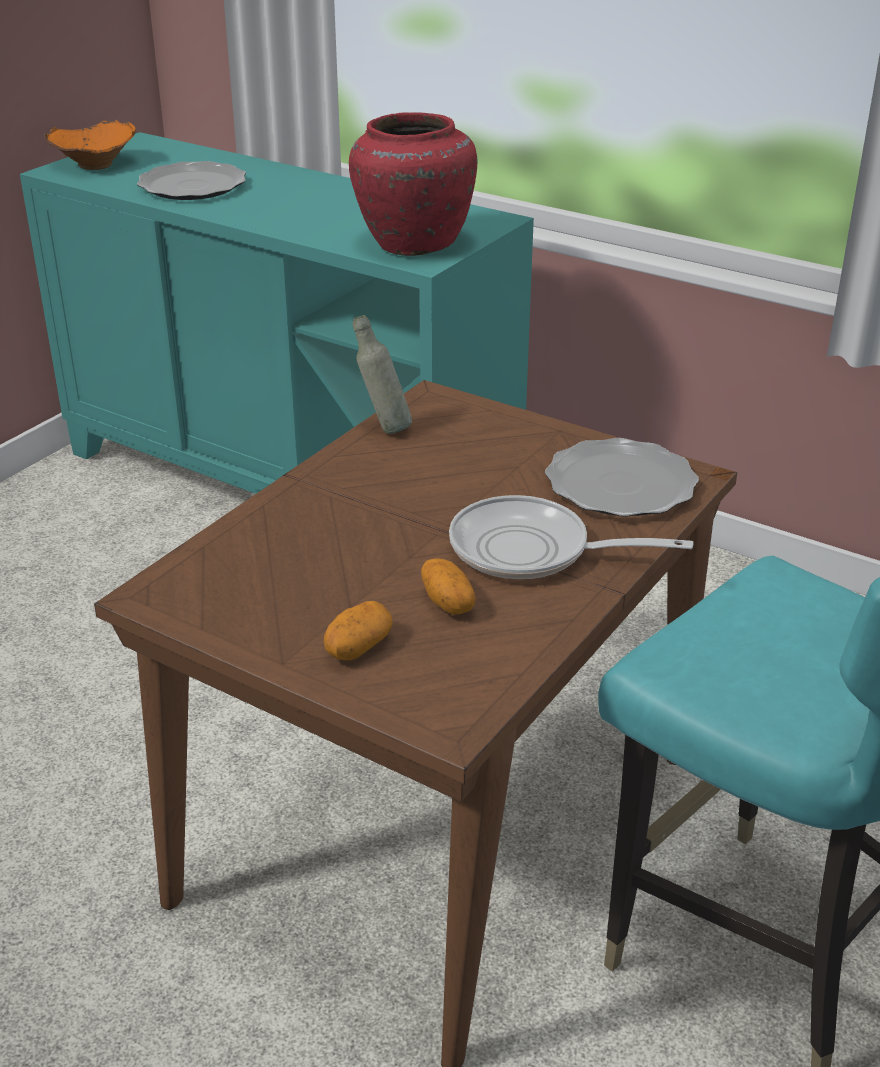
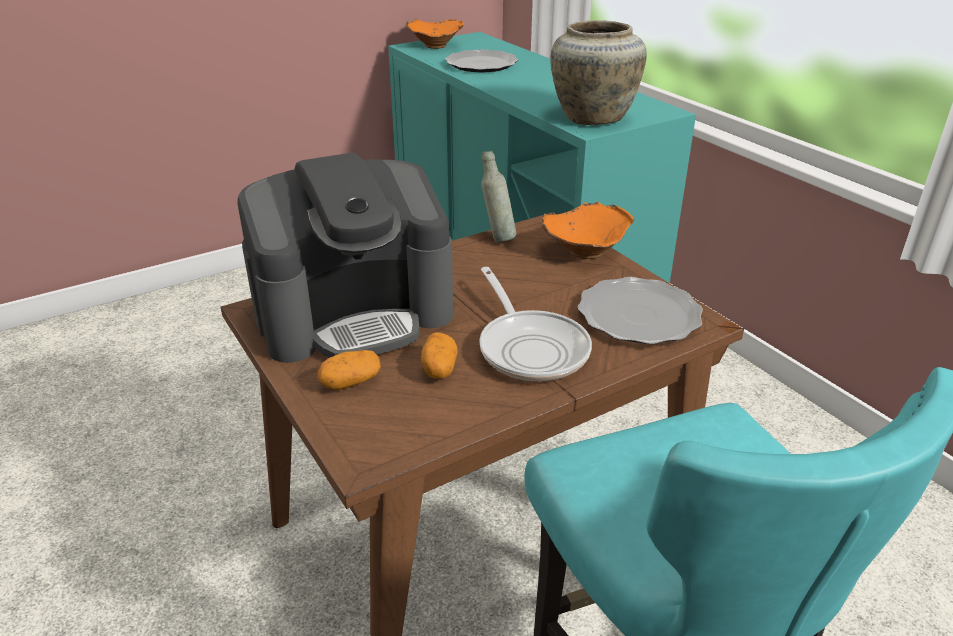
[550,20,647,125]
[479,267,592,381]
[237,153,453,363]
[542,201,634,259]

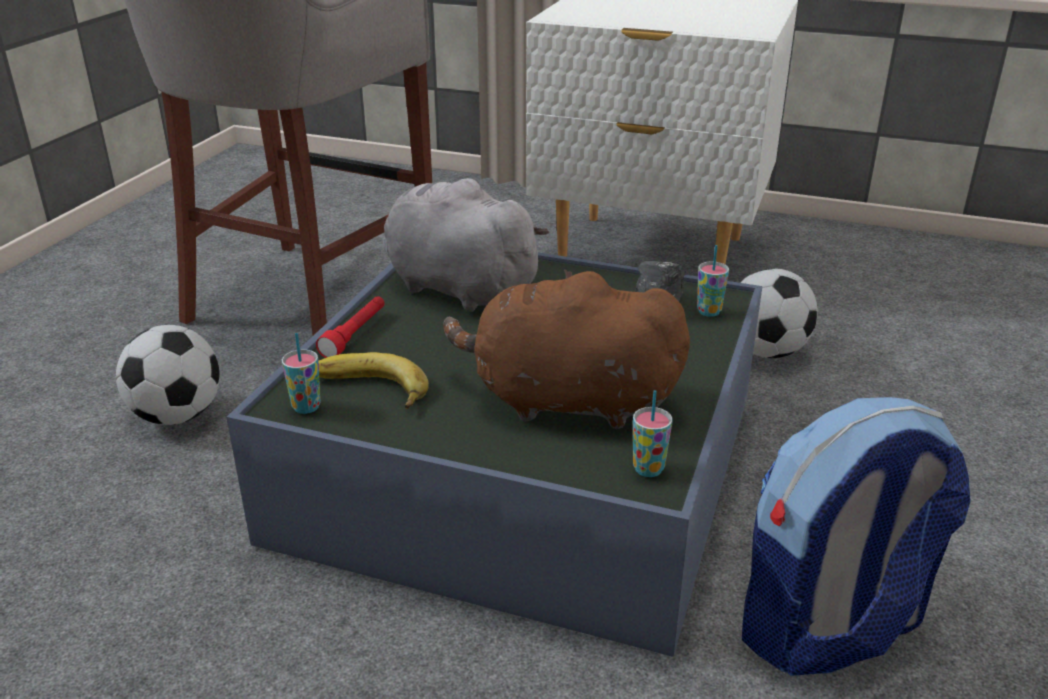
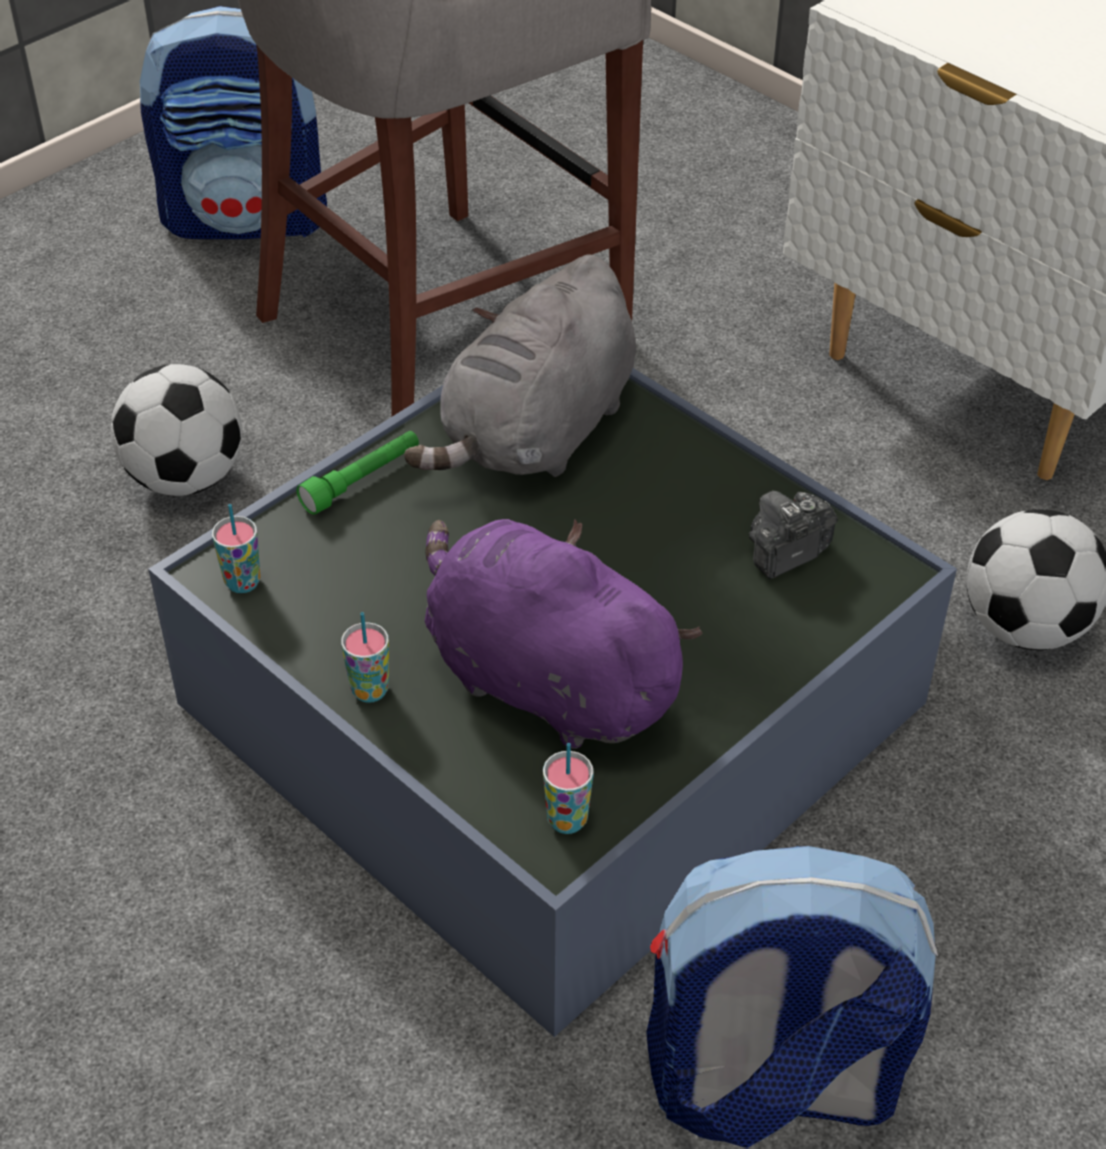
[296,431,419,515]
[319,352,429,409] (first image)
[404,254,636,477]
[425,519,703,749]
[341,612,389,703]
[140,6,327,239]

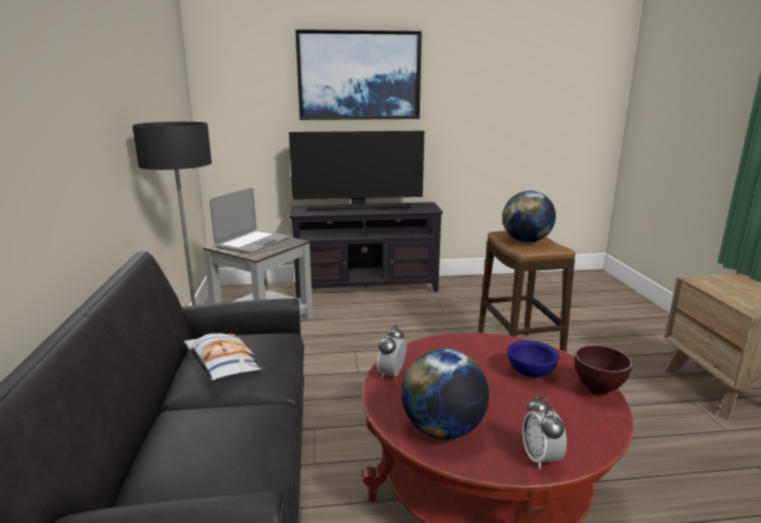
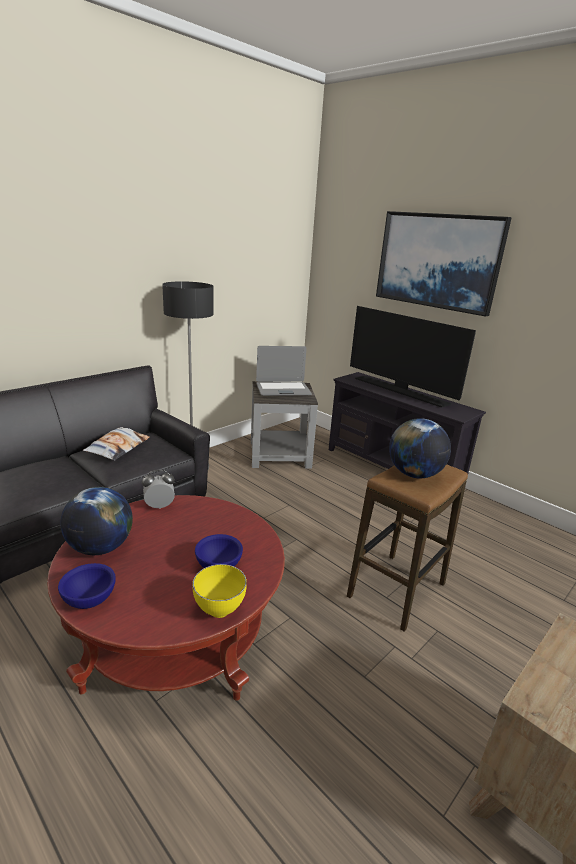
[58,563,116,609]
[192,564,247,618]

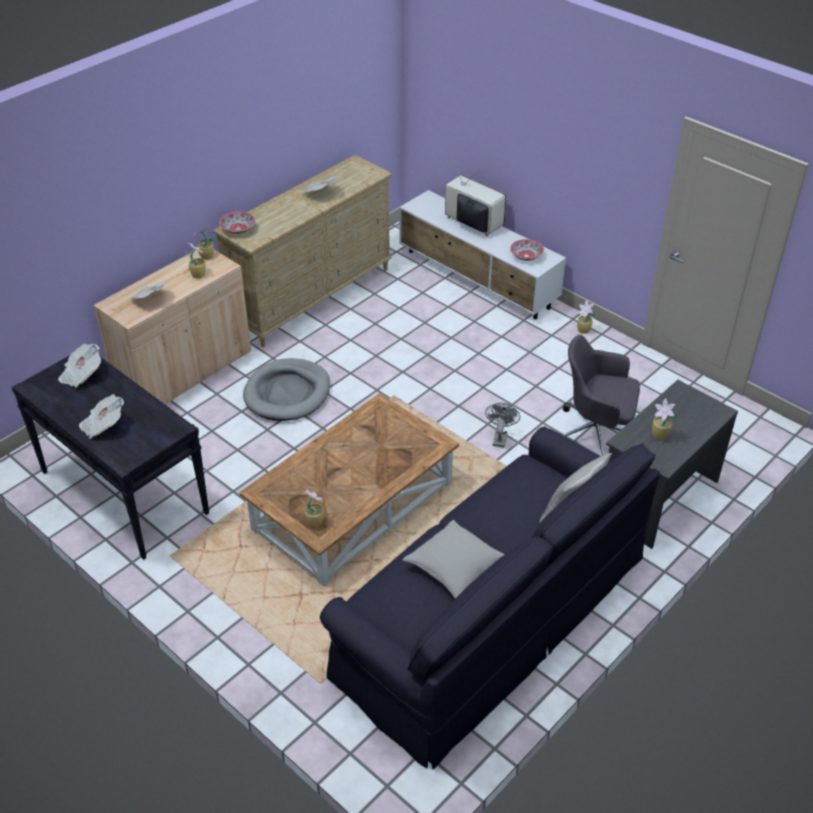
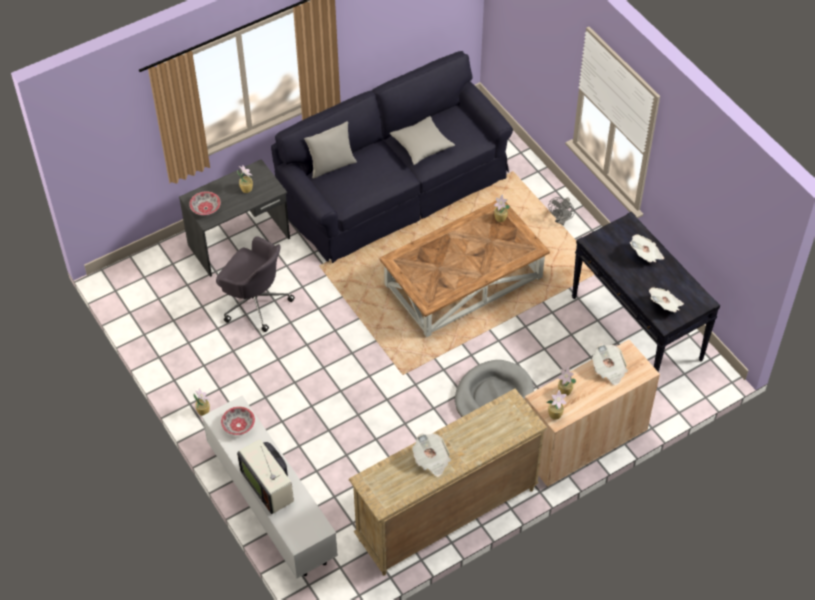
[189,191,221,215]
[549,197,575,225]

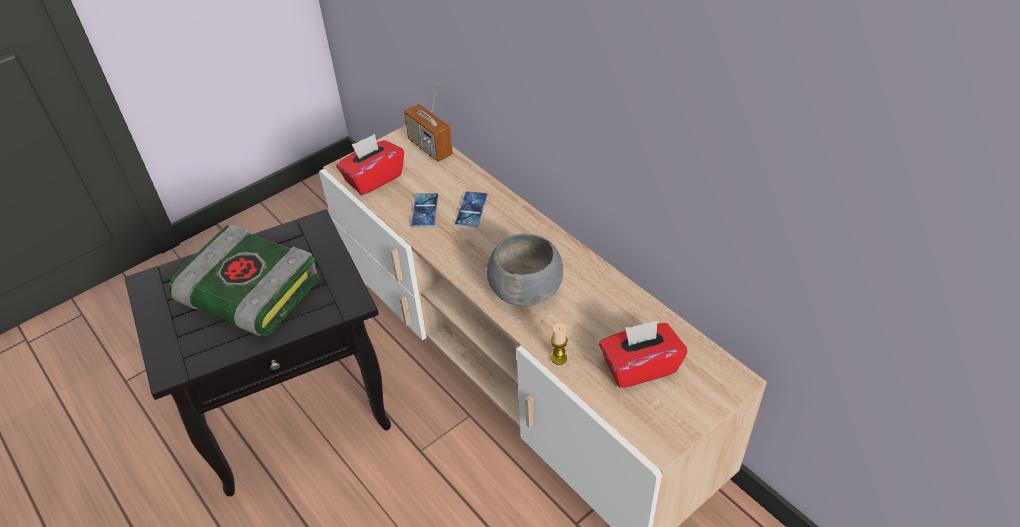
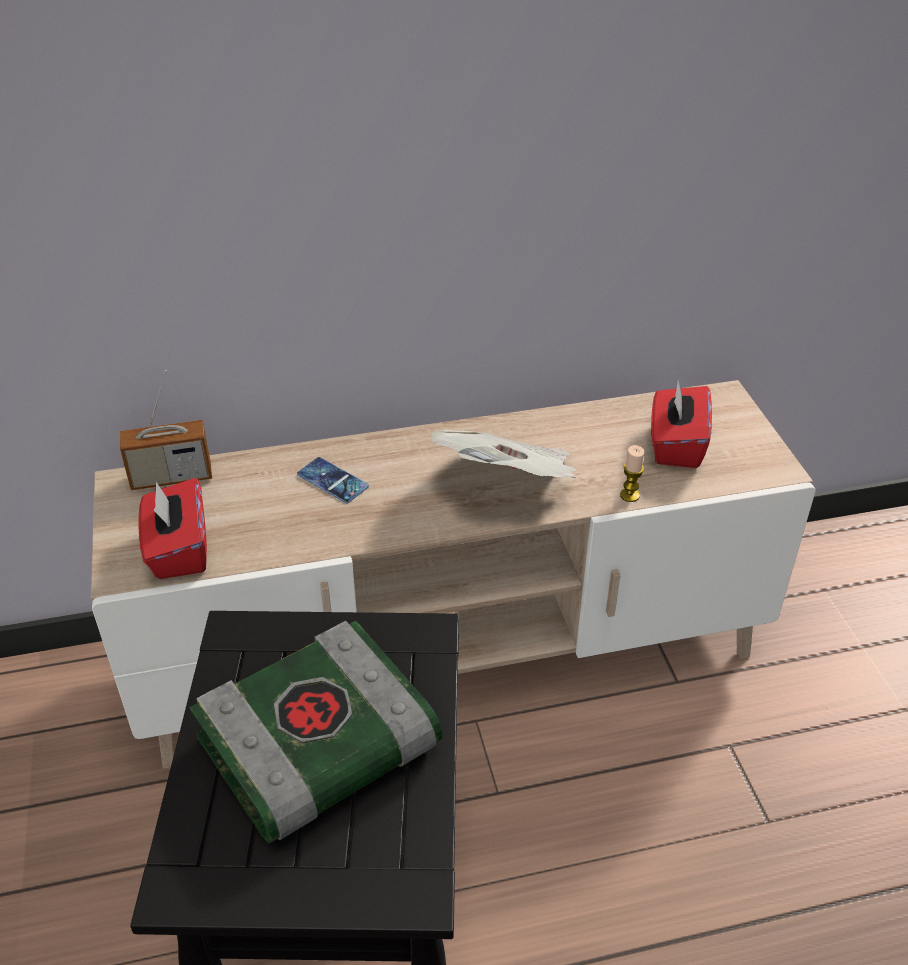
[411,193,439,227] (first image)
[431,430,577,479]

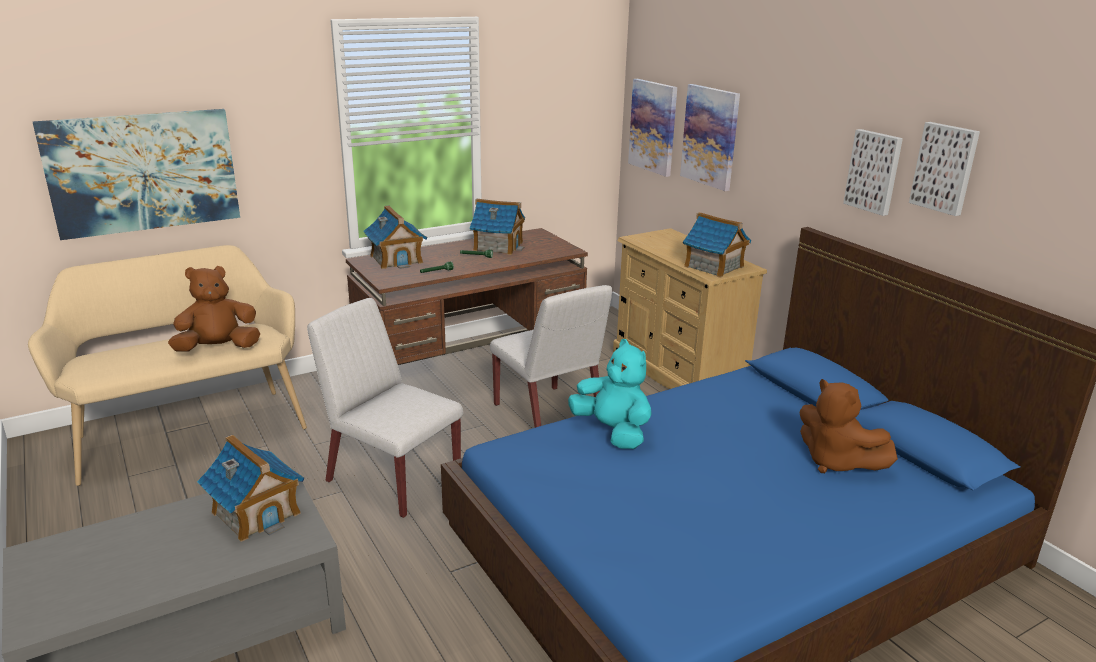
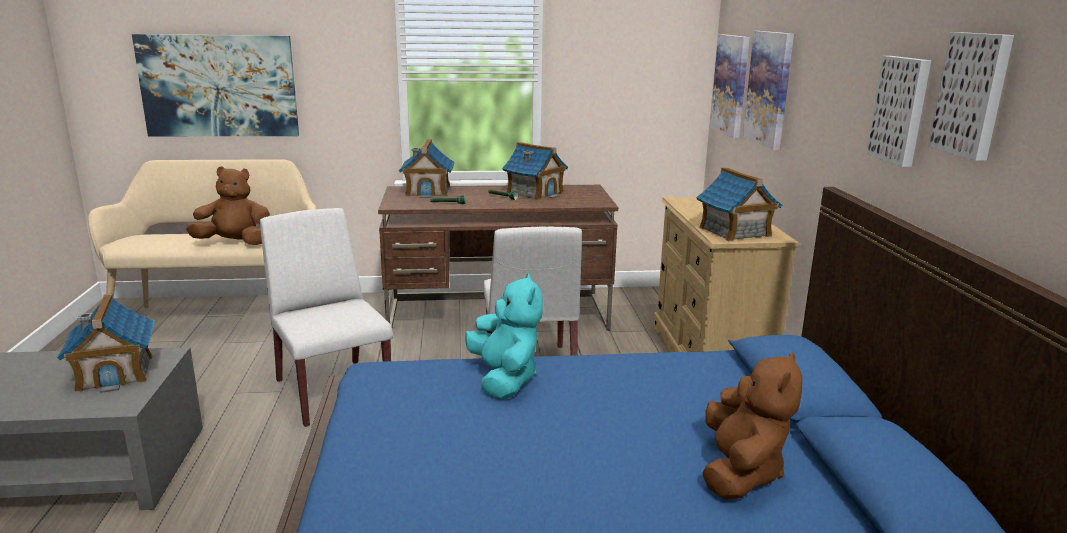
[703,351,802,500]

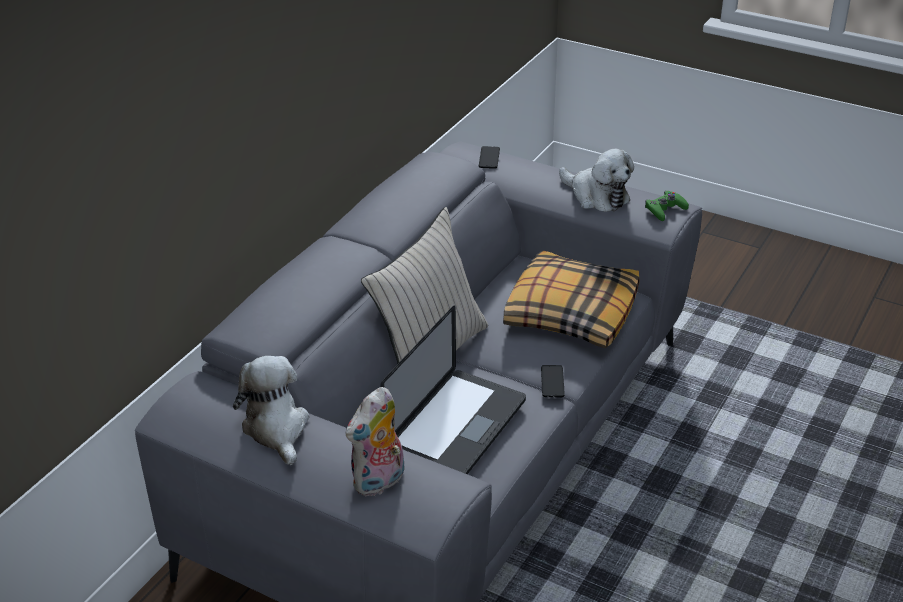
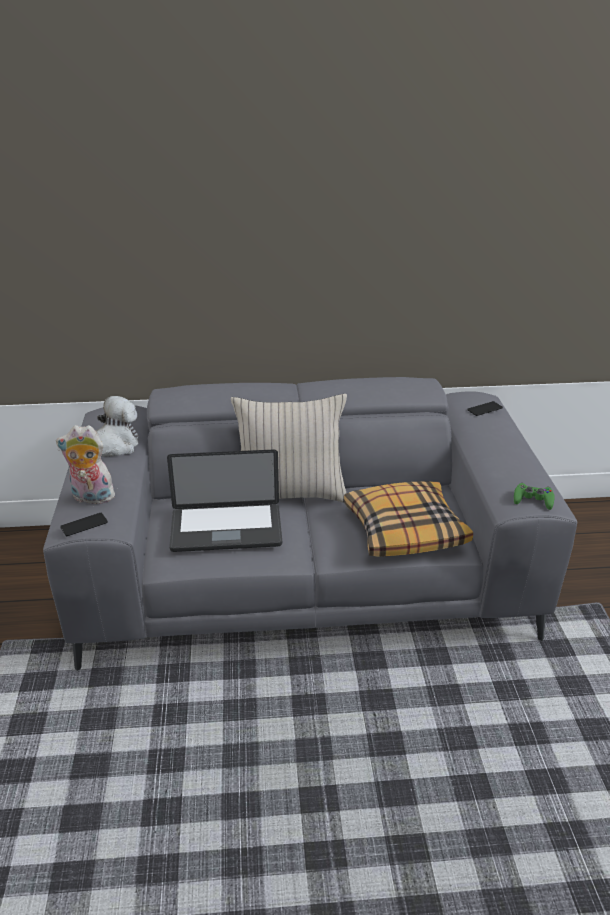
[60,513,108,536]
[559,149,634,212] (first image)

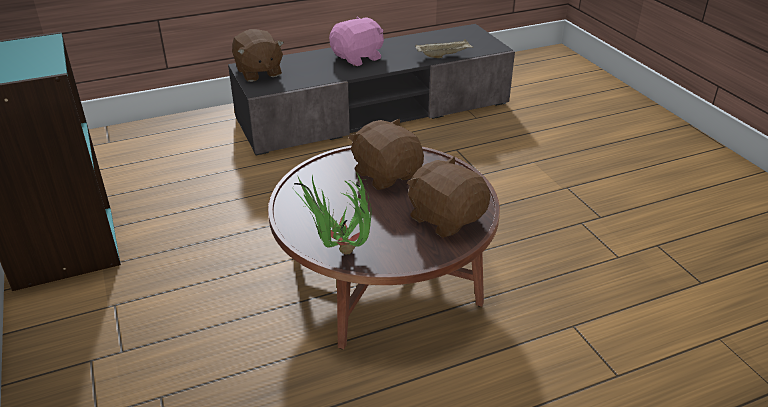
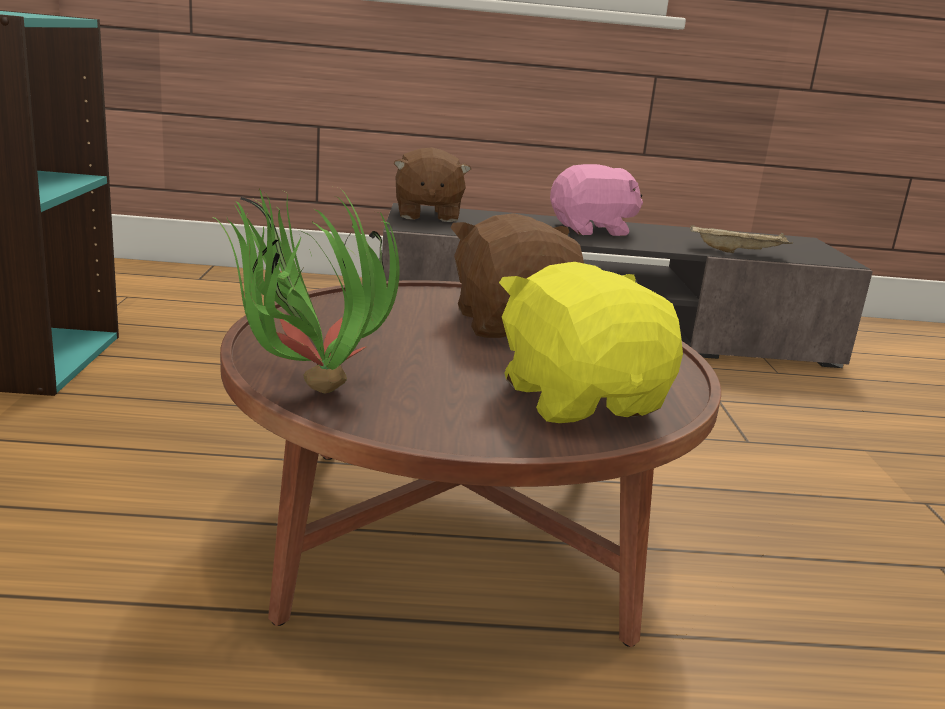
[499,262,683,423]

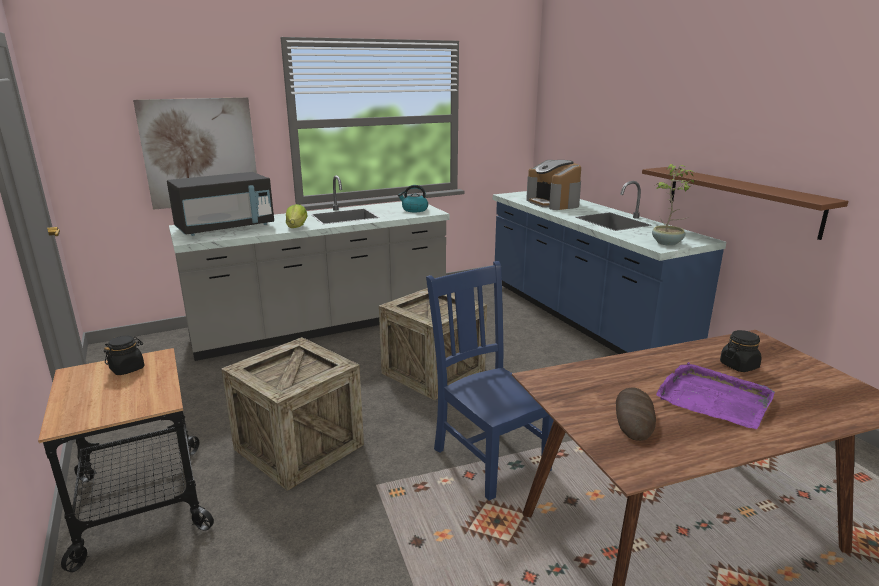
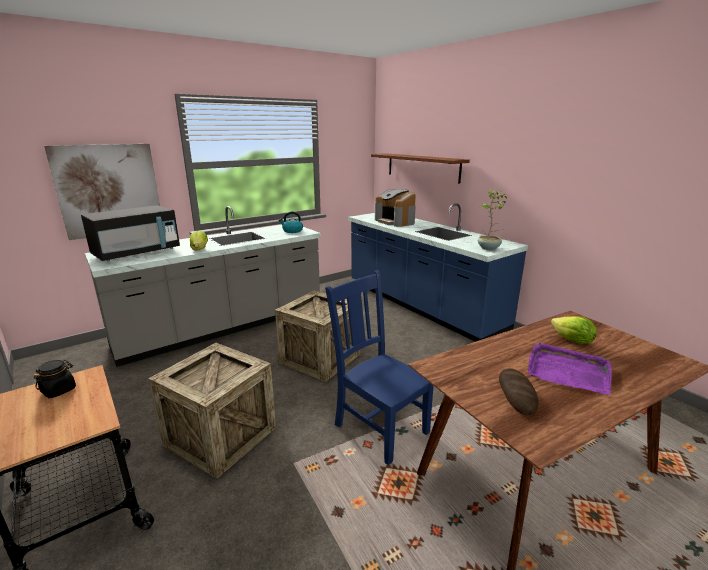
[371,153,470,184]
[551,316,597,344]

